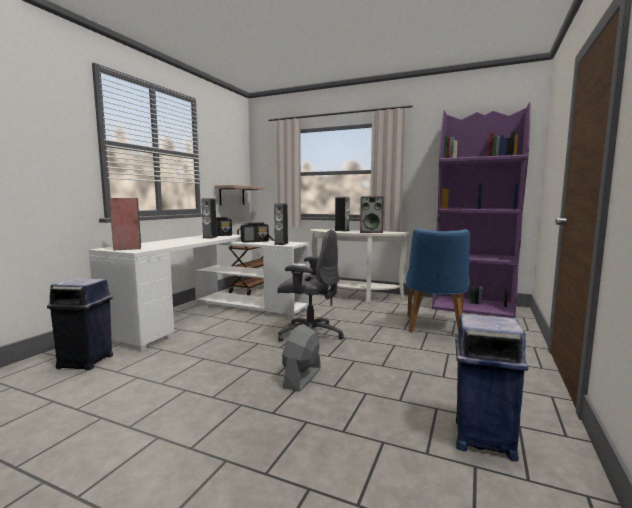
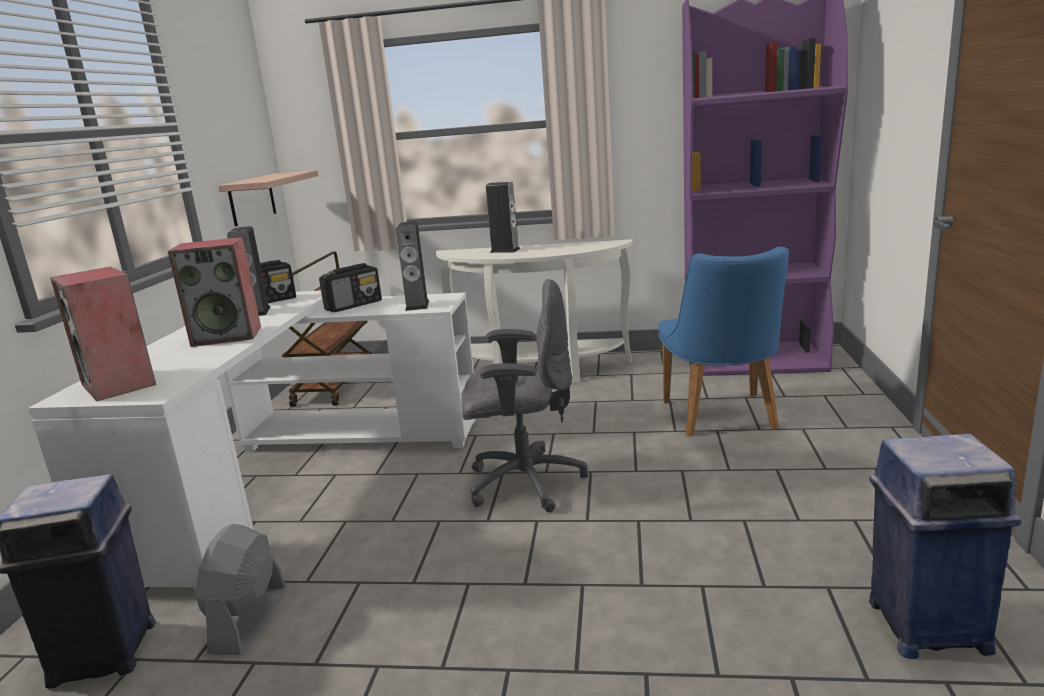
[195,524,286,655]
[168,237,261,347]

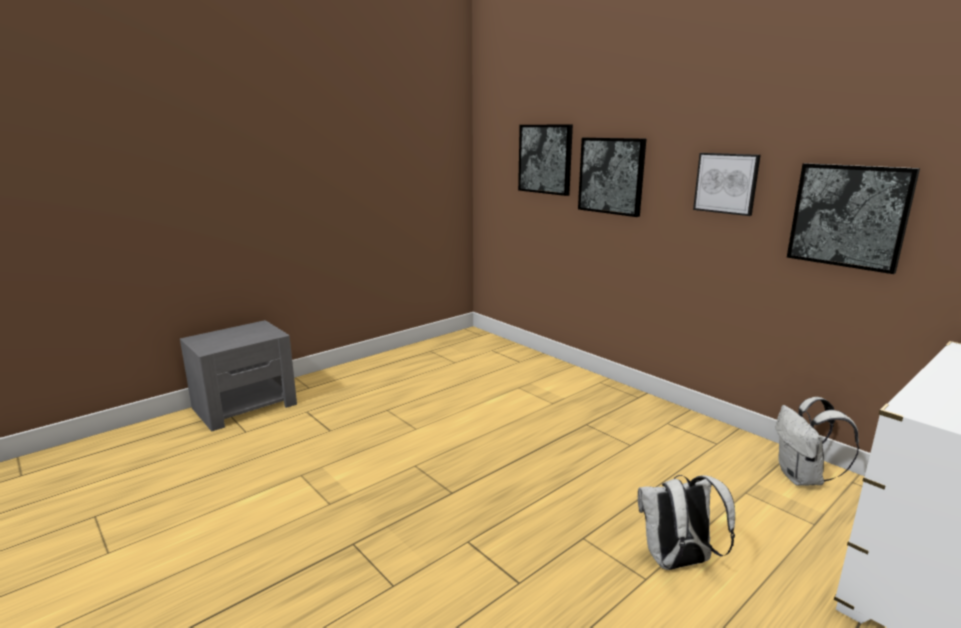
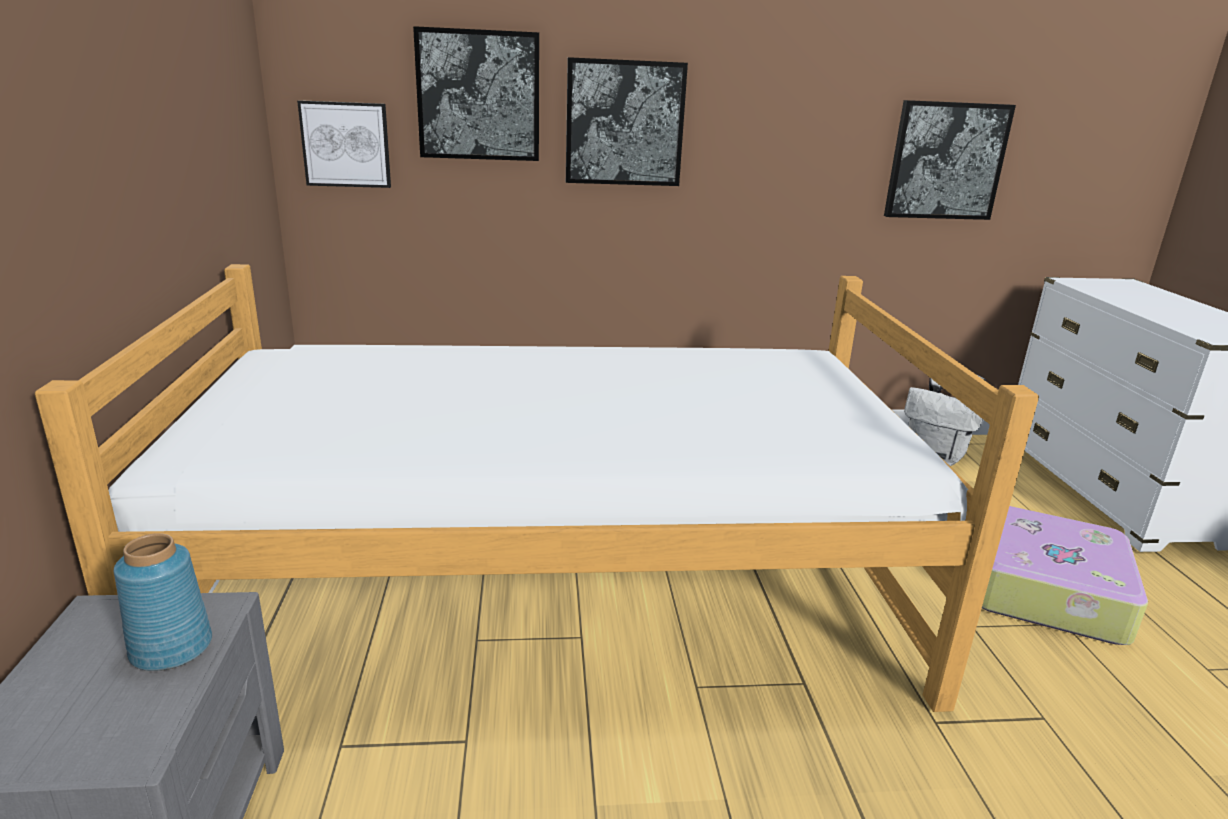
[982,506,1148,645]
[297,100,391,188]
[34,264,1039,712]
[114,533,212,671]

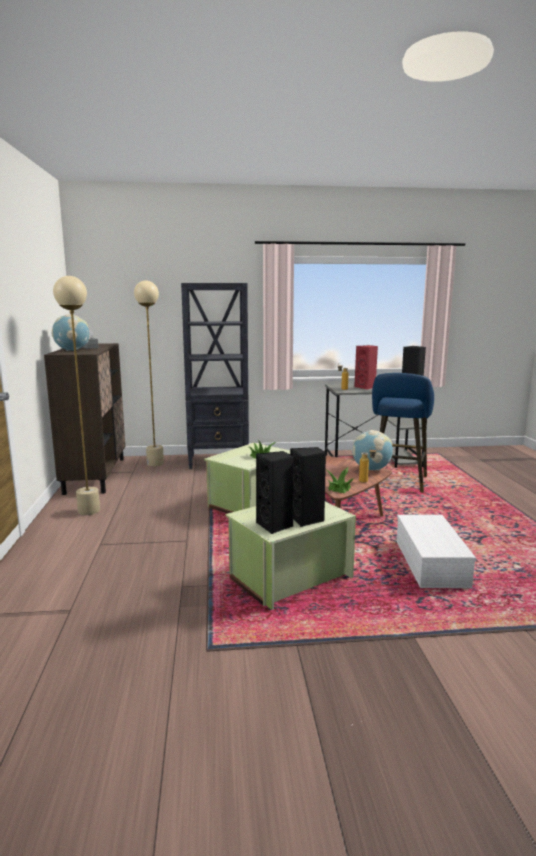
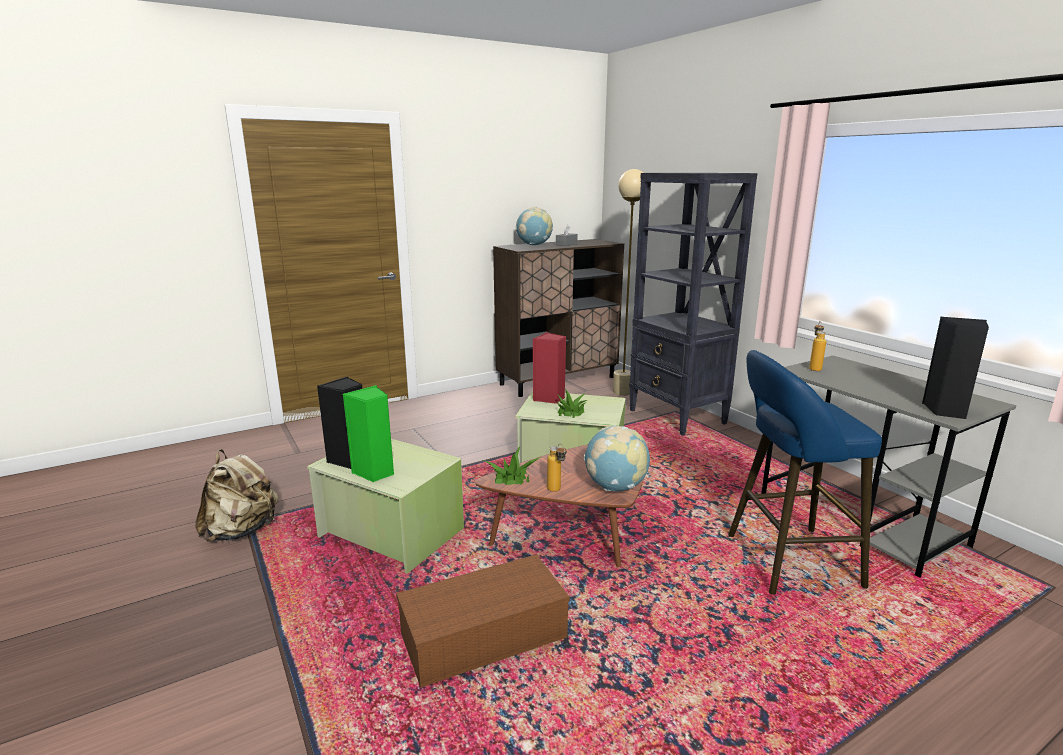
[53,276,100,515] (first image)
[343,385,394,482]
[533,332,566,404]
[396,554,570,688]
[195,449,279,542]

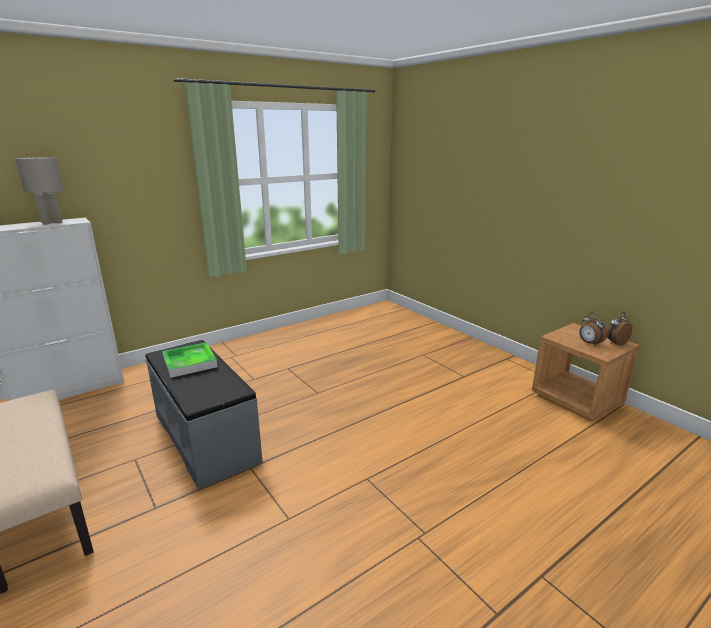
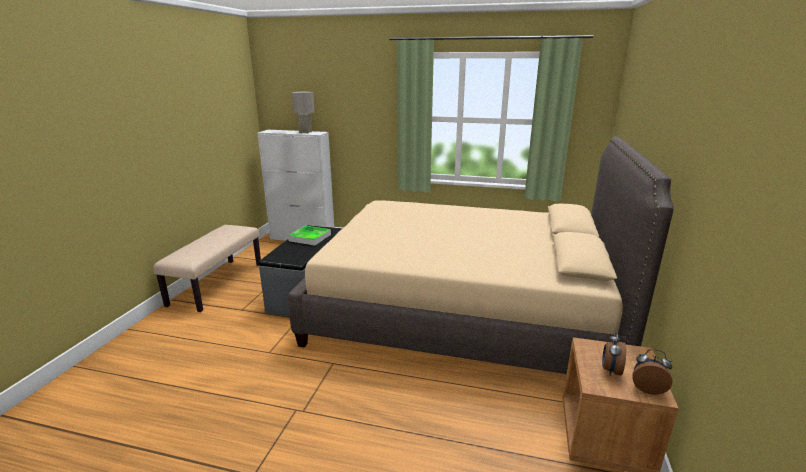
[288,136,674,374]

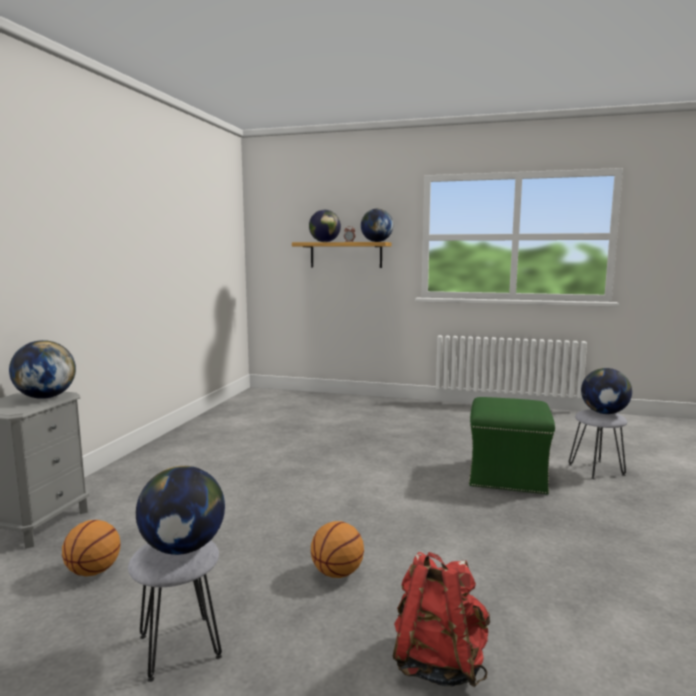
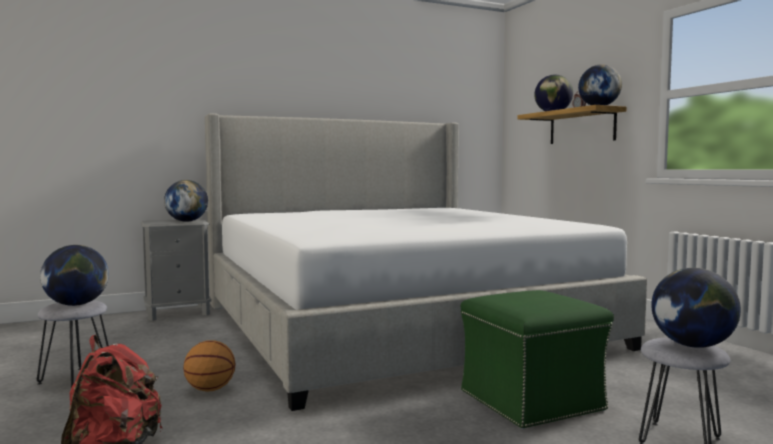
[62,520,120,576] (first image)
[205,113,647,411]

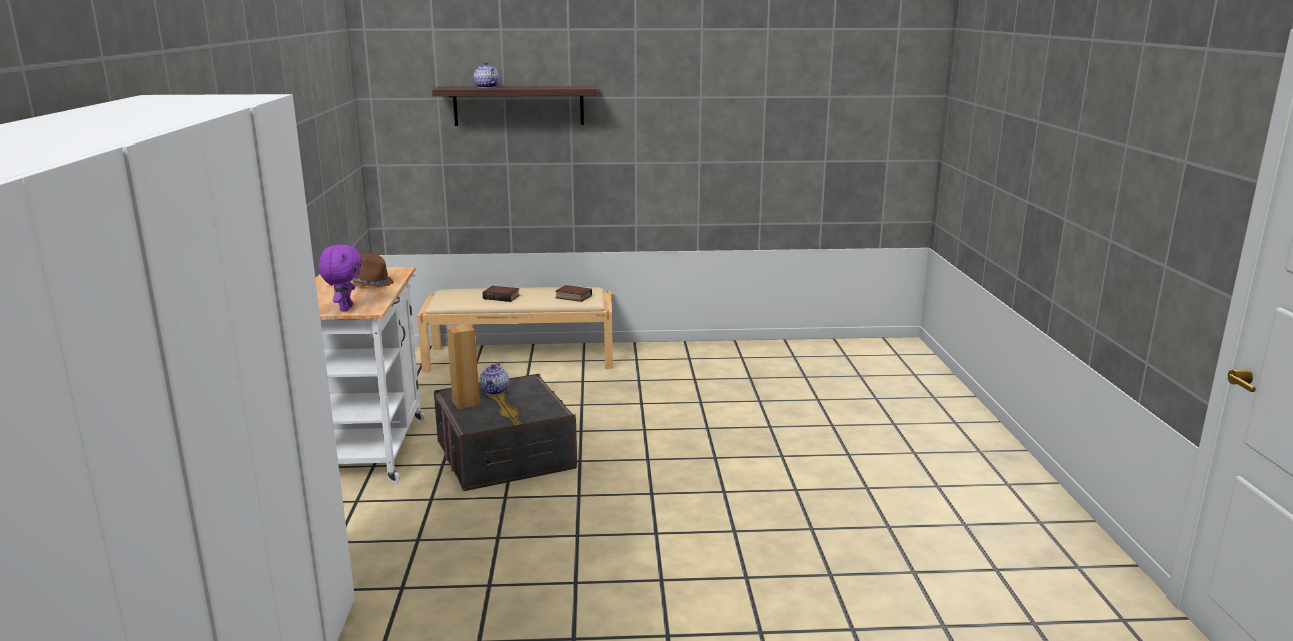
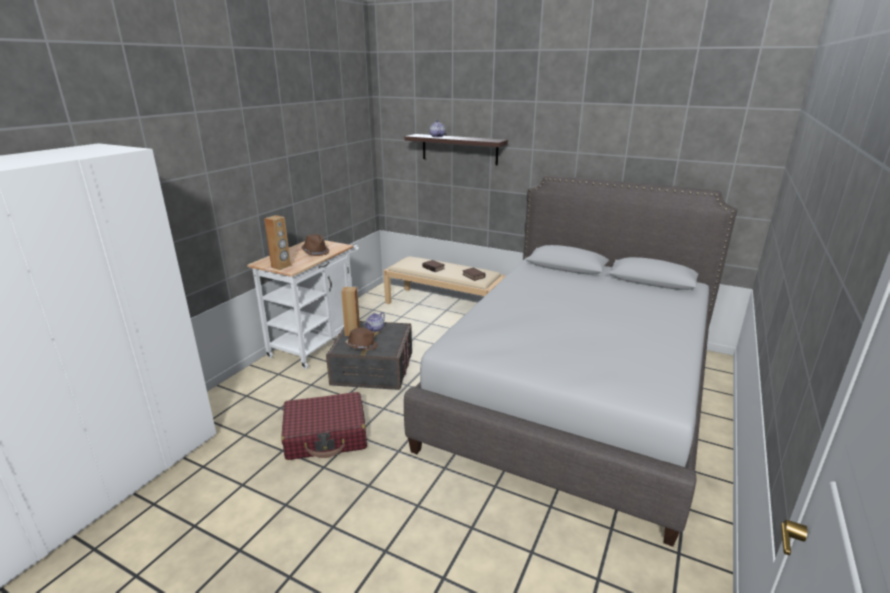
[264,215,291,270]
[281,392,367,460]
[345,328,377,350]
[404,175,737,547]

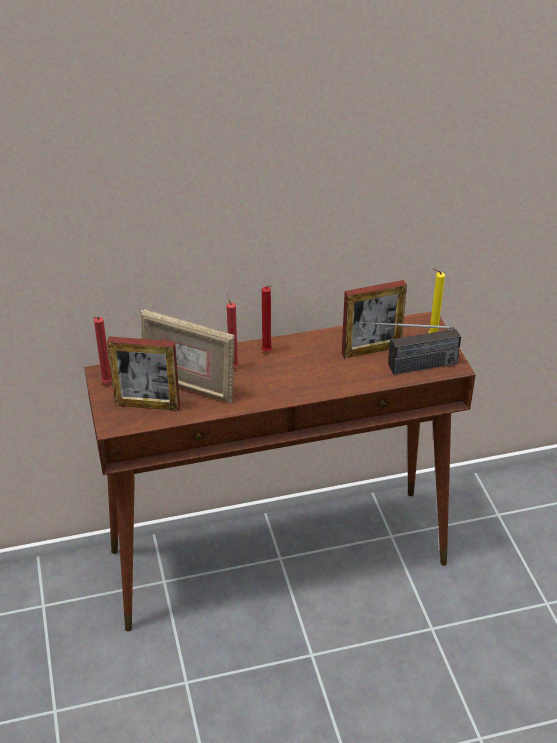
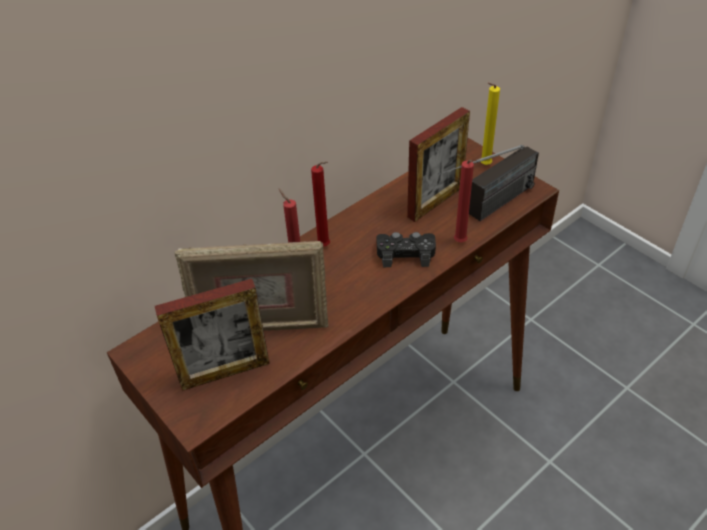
[454,160,474,243]
[376,232,436,267]

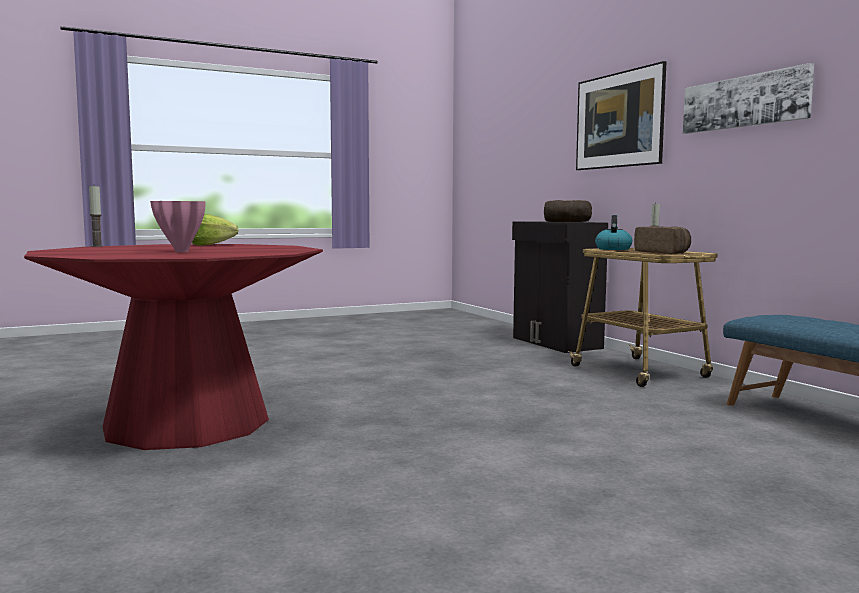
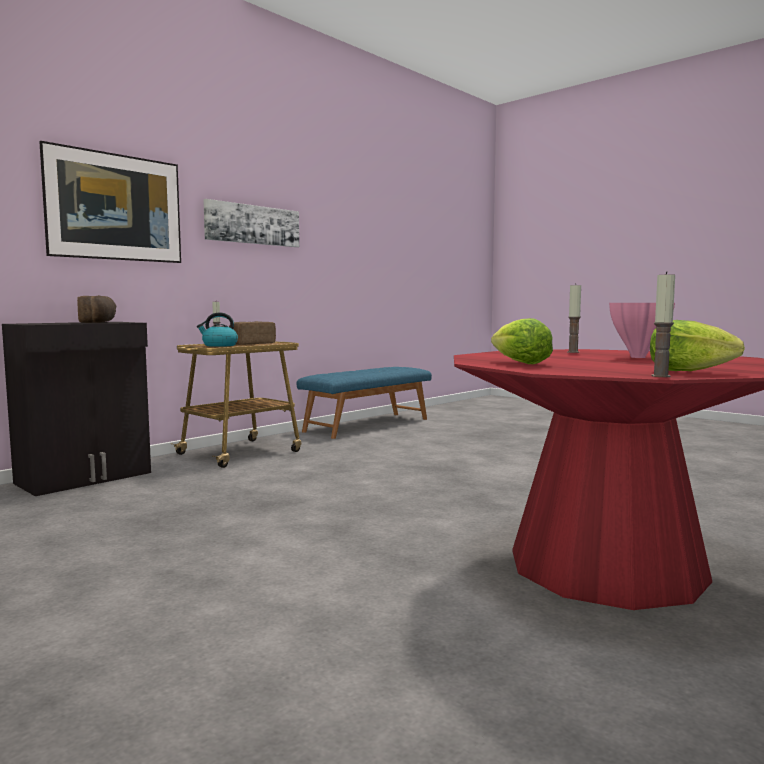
[567,283,581,353]
[650,320,745,371]

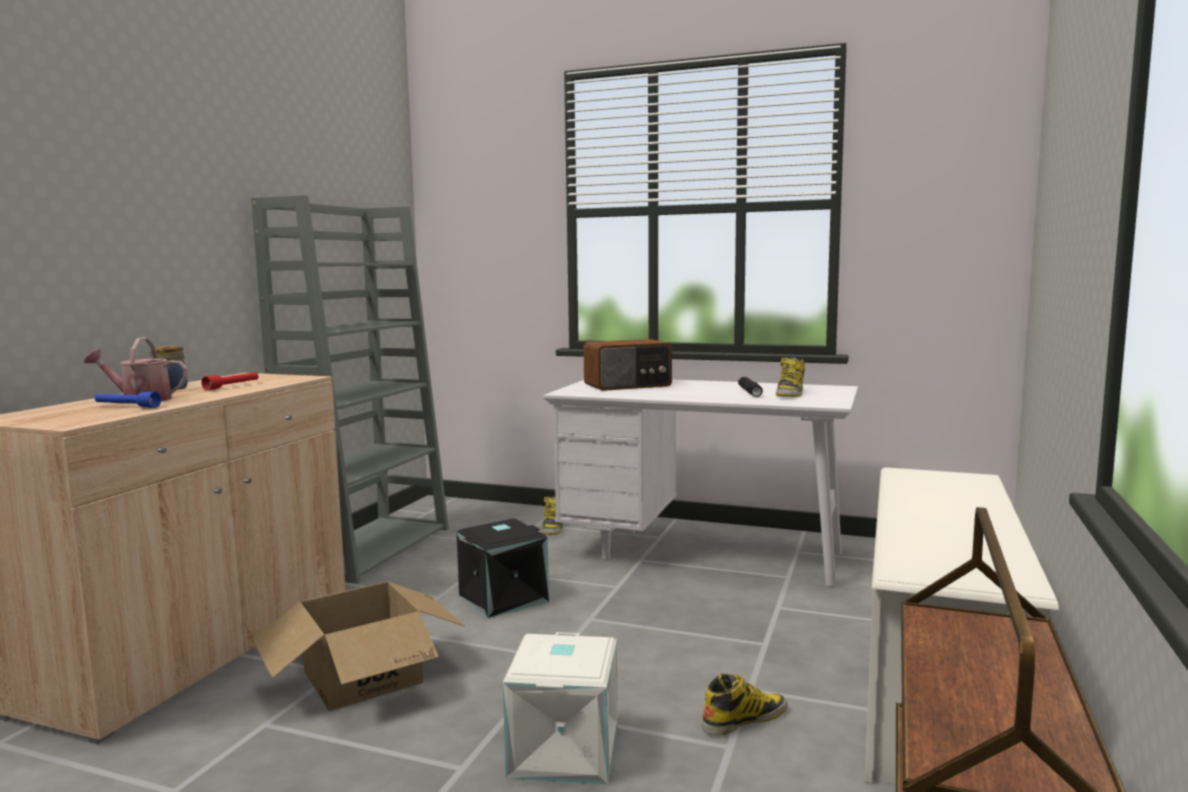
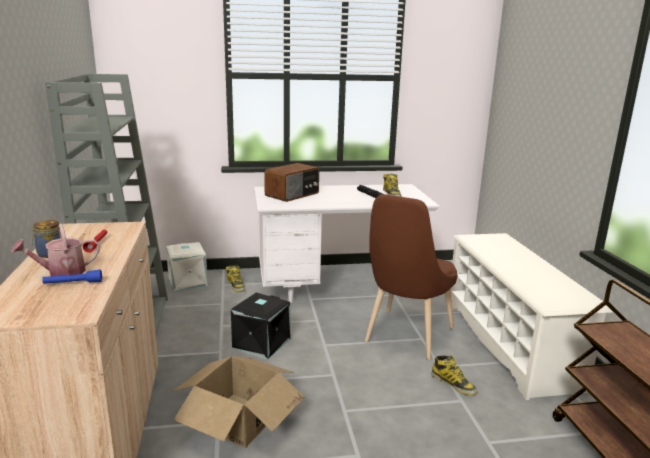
[166,242,208,291]
[431,355,477,395]
[365,194,458,360]

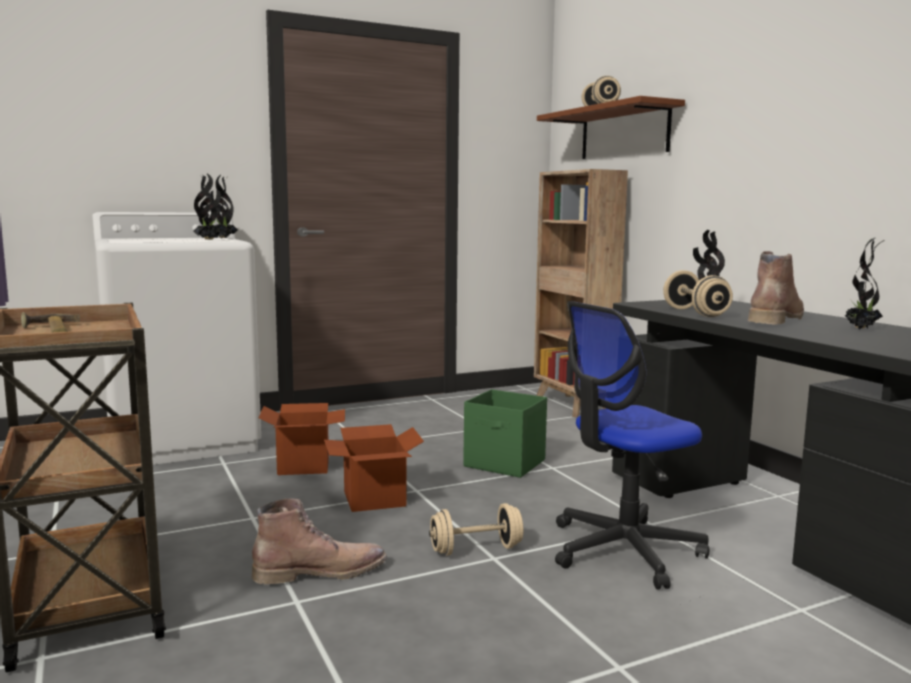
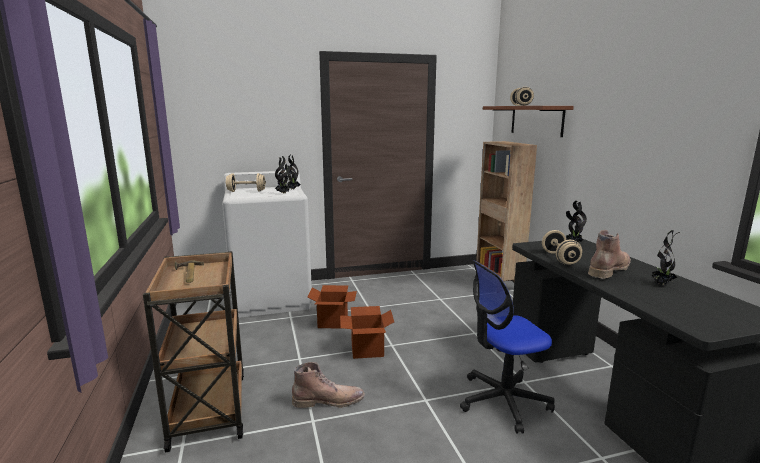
[226,173,266,192]
[463,389,547,478] (first image)

